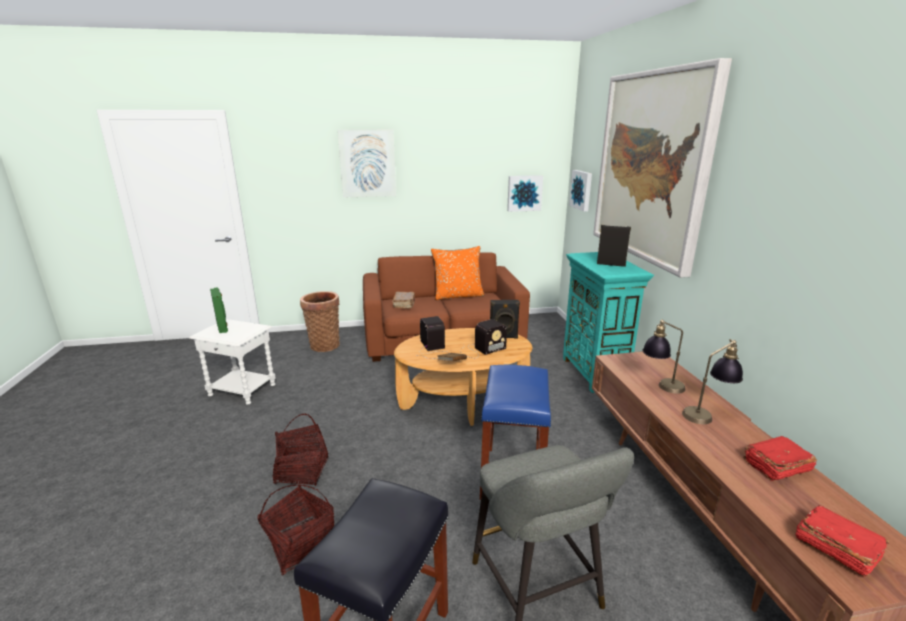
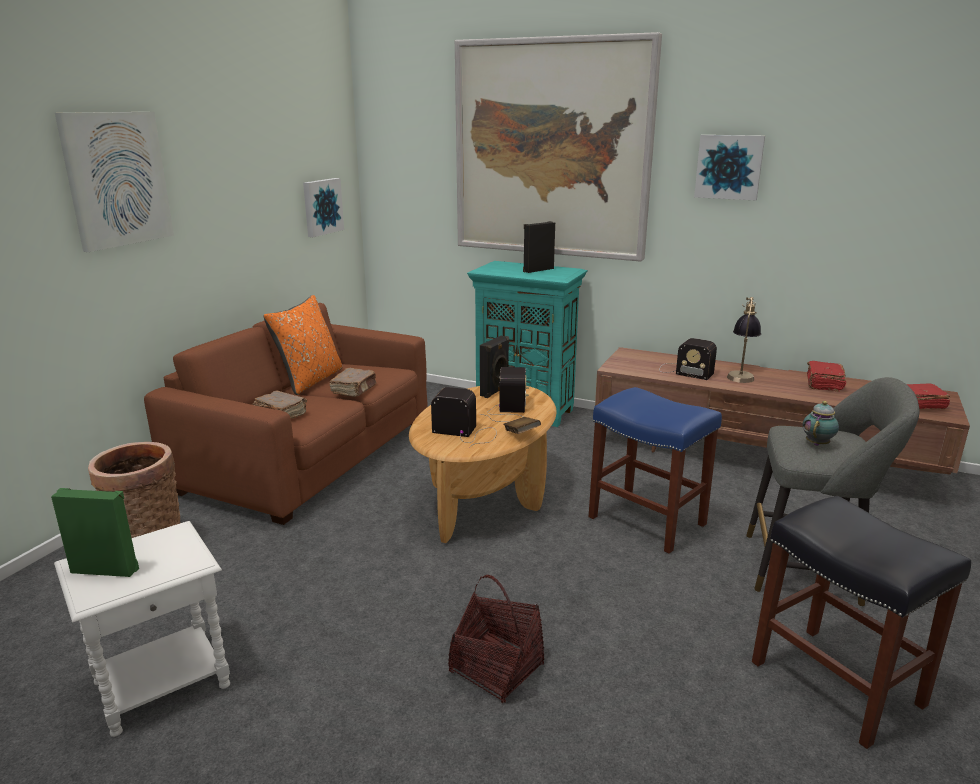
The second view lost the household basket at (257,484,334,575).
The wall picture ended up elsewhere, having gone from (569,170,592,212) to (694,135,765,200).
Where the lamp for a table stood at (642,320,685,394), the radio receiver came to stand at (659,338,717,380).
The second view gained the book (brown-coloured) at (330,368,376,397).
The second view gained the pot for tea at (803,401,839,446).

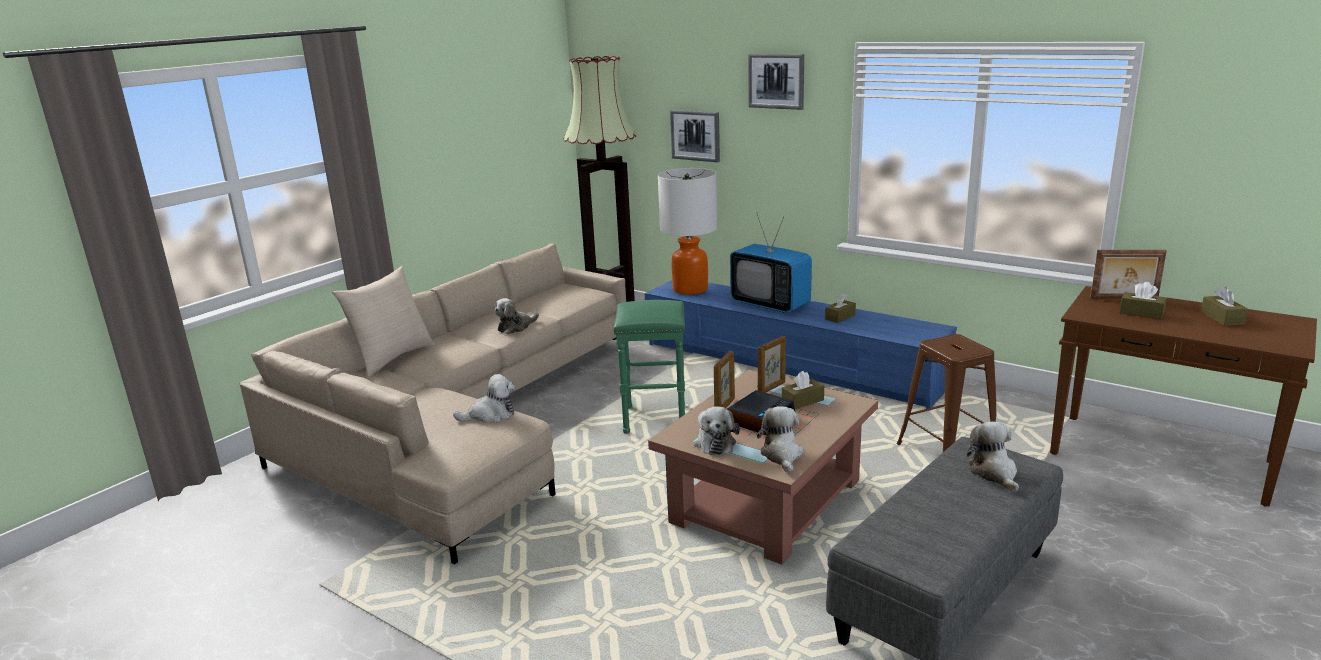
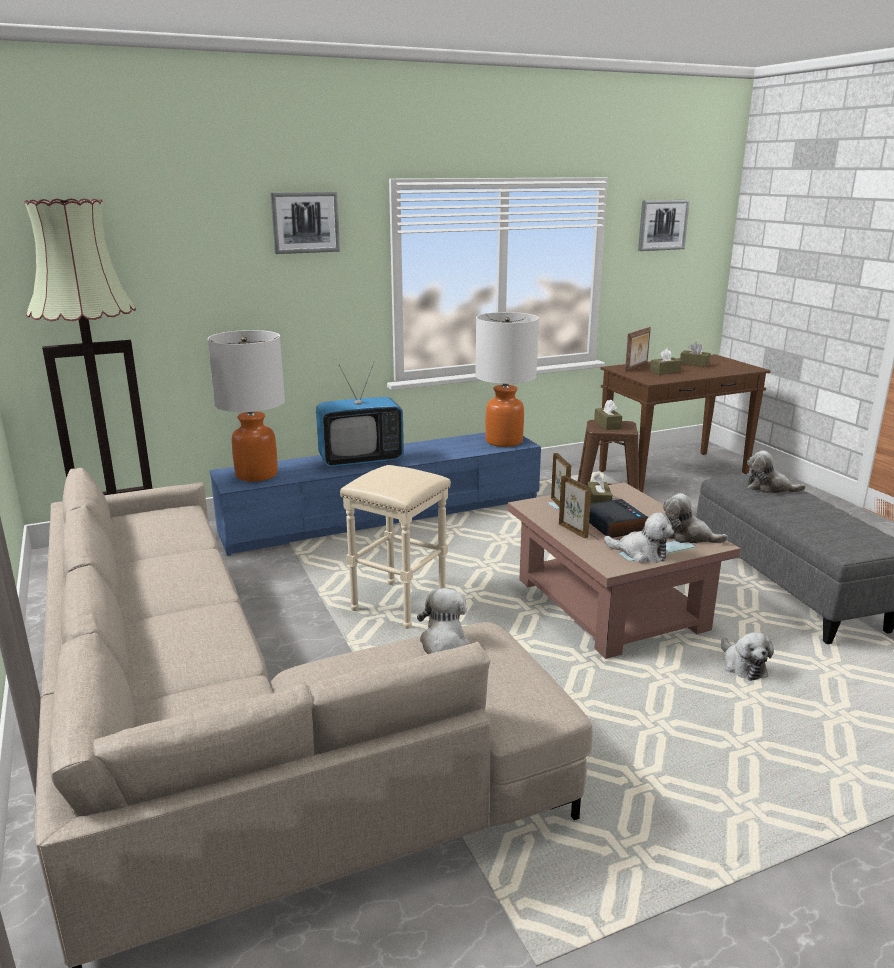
The second view lost the throw pillow (beige) at (332,266,434,377).
The soft toy ended up elsewhere, having gone from (495,298,539,334) to (721,632,774,681).
What was the stool (green) at (614,300,685,434) turned into the stool (beige) at (340,465,451,629).
The wall picture ended up elsewhere, having gone from (670,110,720,162) to (638,200,690,251).
The box of tissues (brown-coloured) ended up elsewhere, having gone from (825,293,856,323) to (594,399,622,430).
The second view gained the lamp for a table at (475,312,539,447).

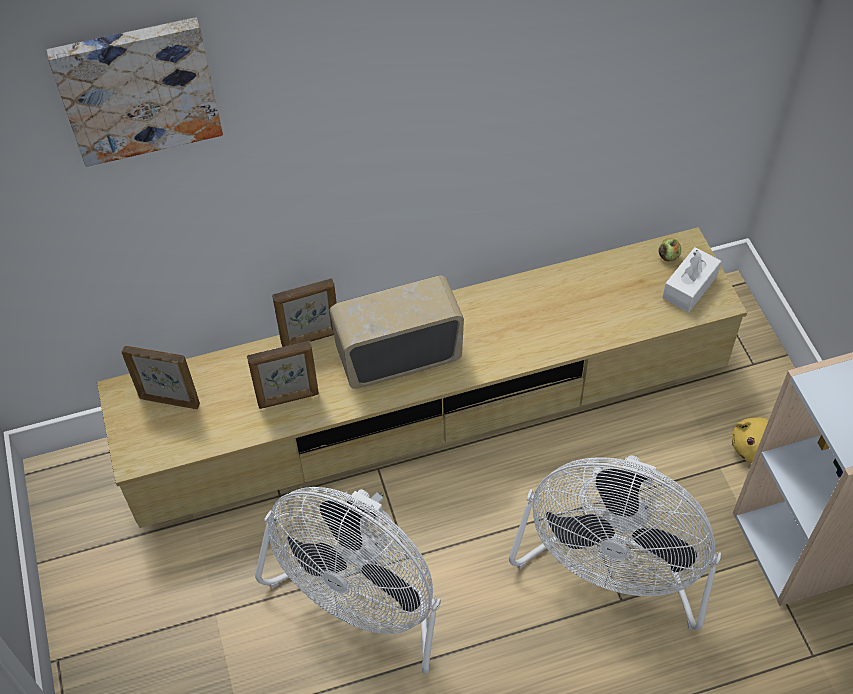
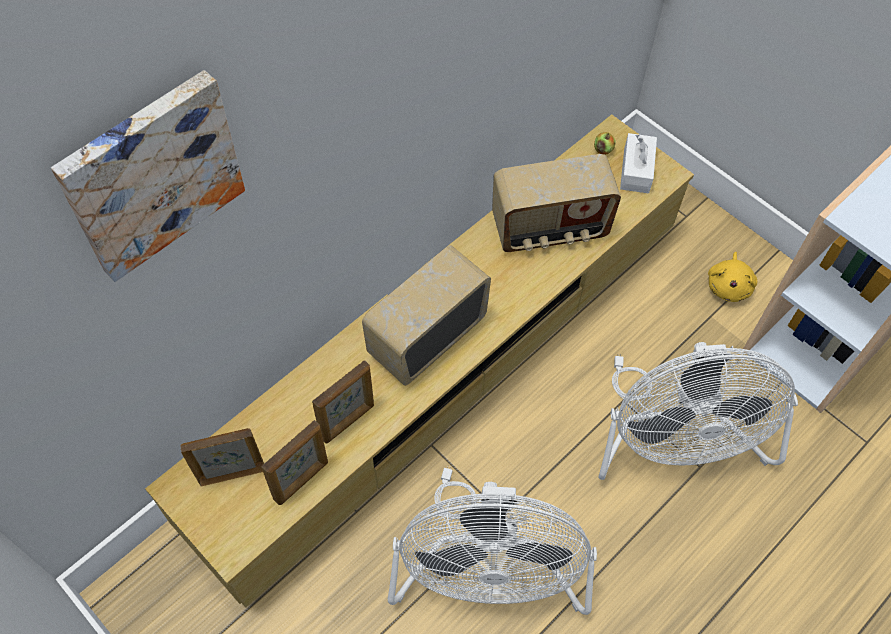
The picture frame ended up elsewhere, having gone from (272,278,337,347) to (261,420,328,505).
The second view gained the radio receiver at (492,154,621,252).

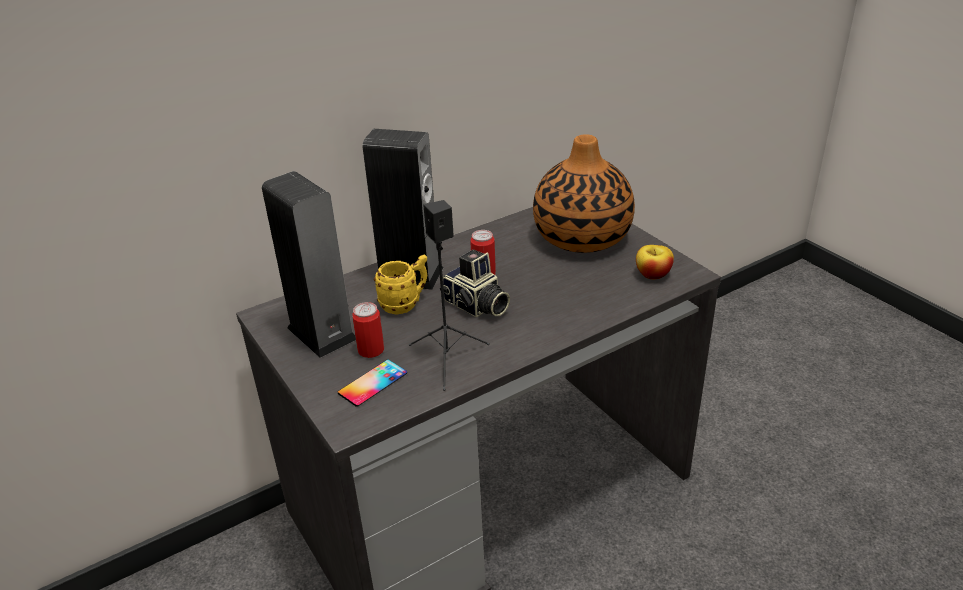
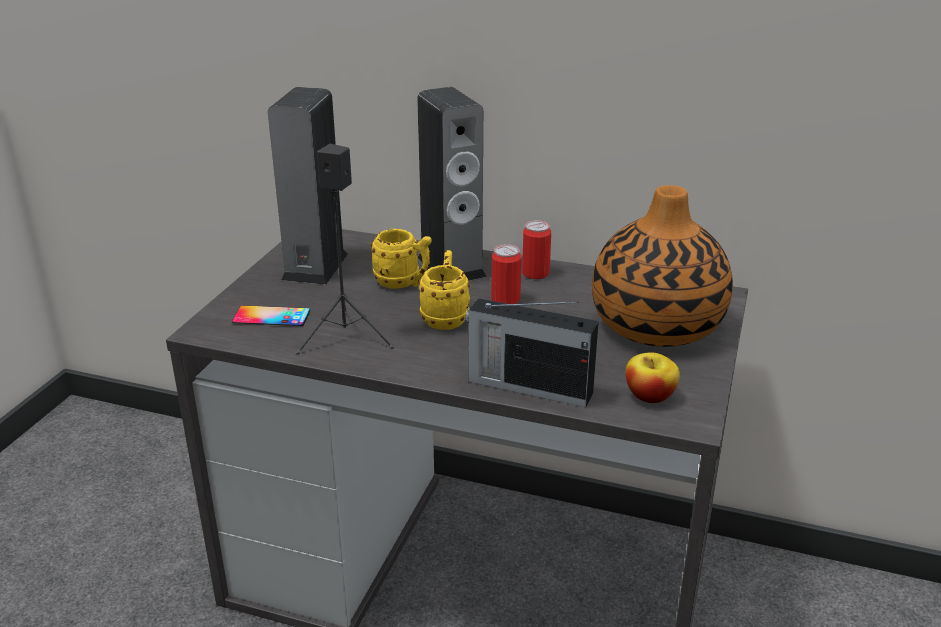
The sealed can ended up elsewhere, having gone from (352,302,384,358) to (522,221,551,279).
Where the still camera stood at (440,249,510,317), the tea mug (yellow) came to stand at (418,250,470,330).
The second view gained the radio receiver at (465,298,599,407).

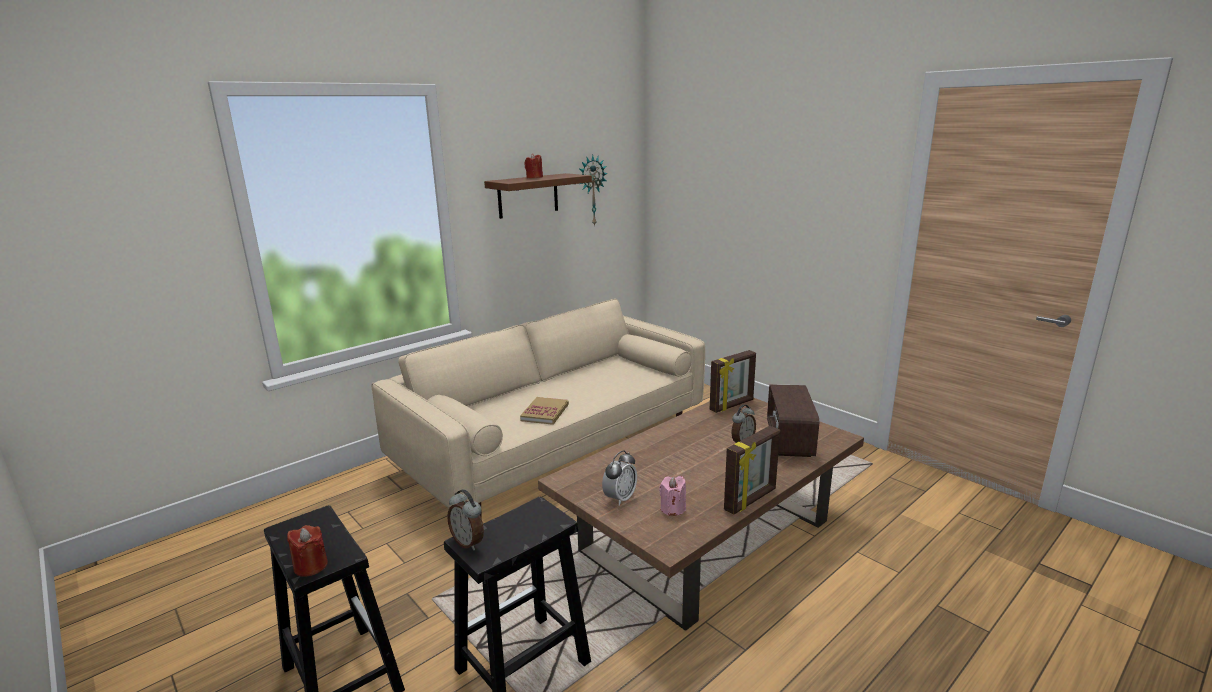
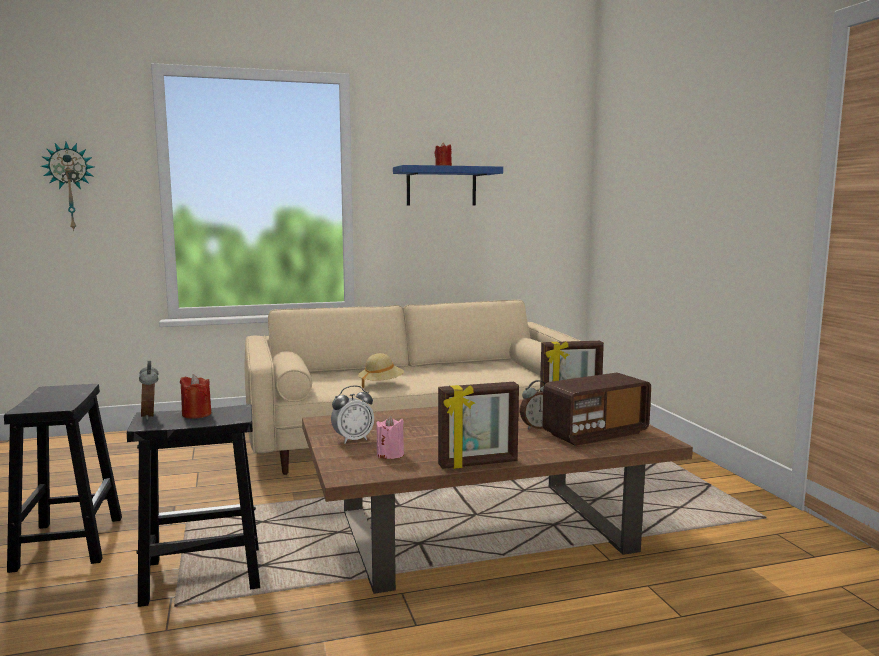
The wax candle (red) ended up elsewhere, having gone from (287,525,328,577) to (180,375,211,419).
What was the shelf (brown-coloured) at (484,173,592,219) turned into the shelf (blue) at (393,165,503,205).
Where the book stood at (520,397,569,425), the hat (beige) came to stand at (358,353,404,389).
The wall clock ended up elsewhere, having gone from (579,155,608,227) to (41,142,94,232).
The radio receiver at (767,384,819,457) ended up facing another way, 150 degrees counterclockwise from before.

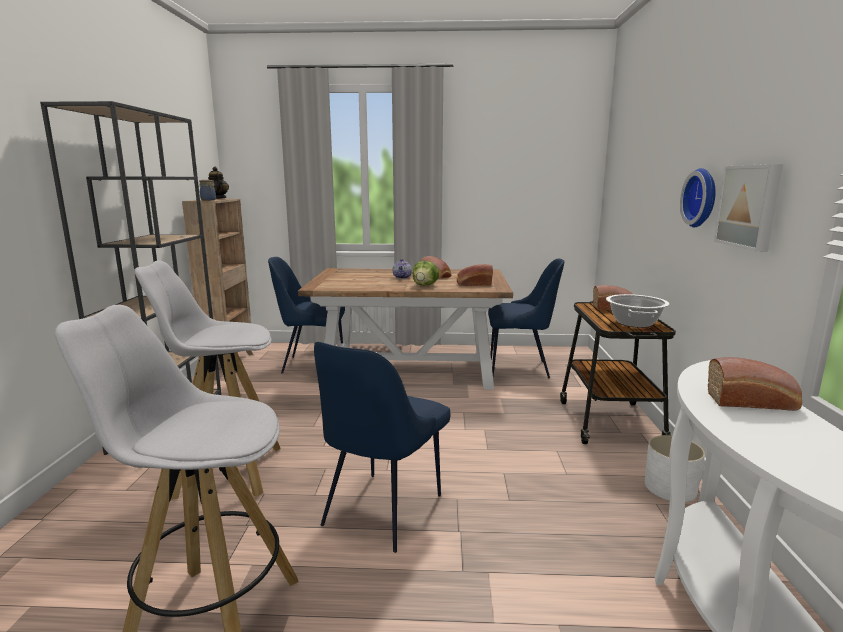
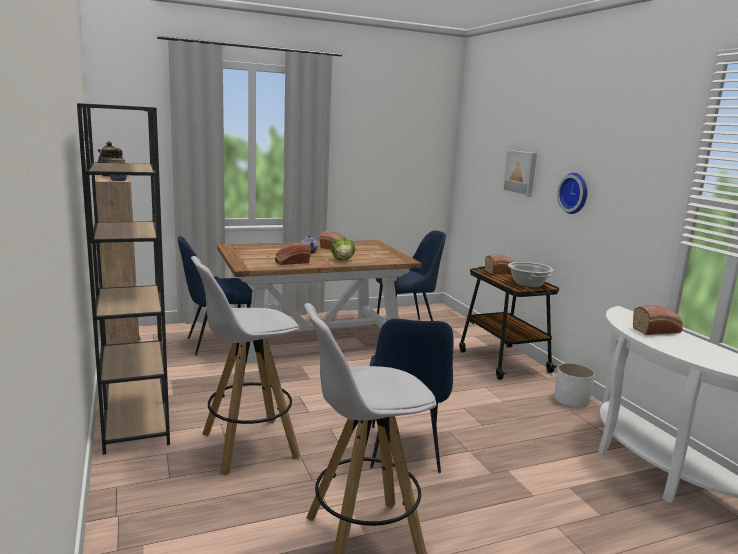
The bread ended up elsewhere, having gone from (457,264,493,286) to (275,243,311,265).
The wall picture ended up elsewhere, having gone from (714,164,783,252) to (502,150,537,197).

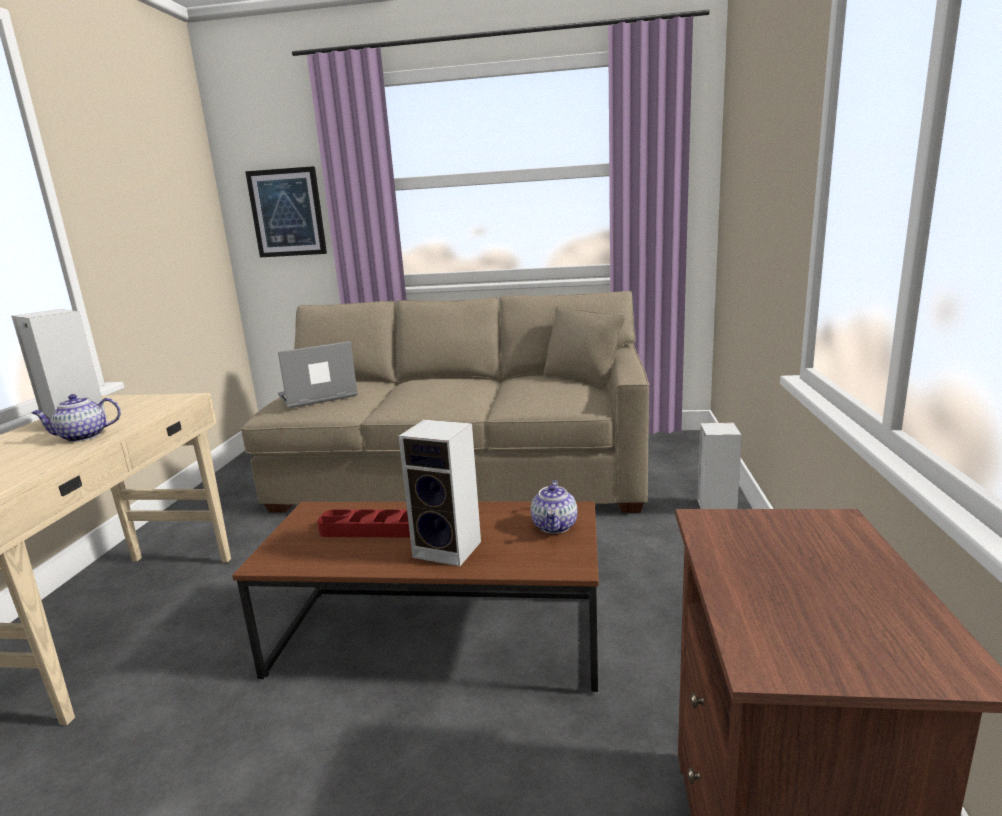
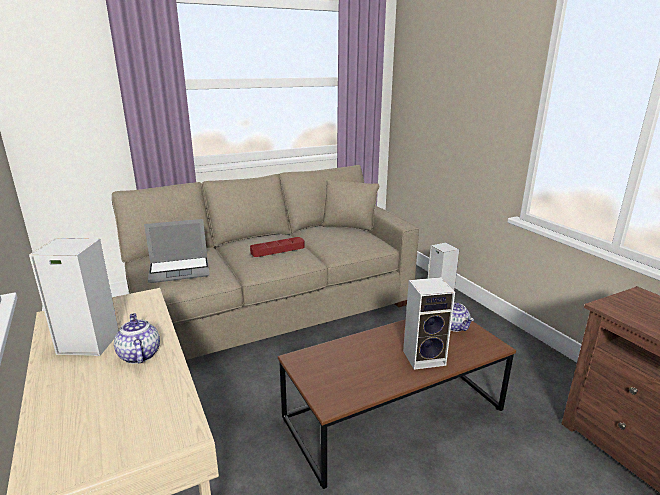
The pot for tea at (31,394,121,442) ended up facing another way, 120 degrees clockwise from before.
The second view lost the wall picture at (245,166,327,257).
The notebook computer at (278,341,358,408) ended up facing another way, 135 degrees counterclockwise from before.
The tray (red) ended up elsewhere, having gone from (317,509,410,538) to (250,237,305,257).

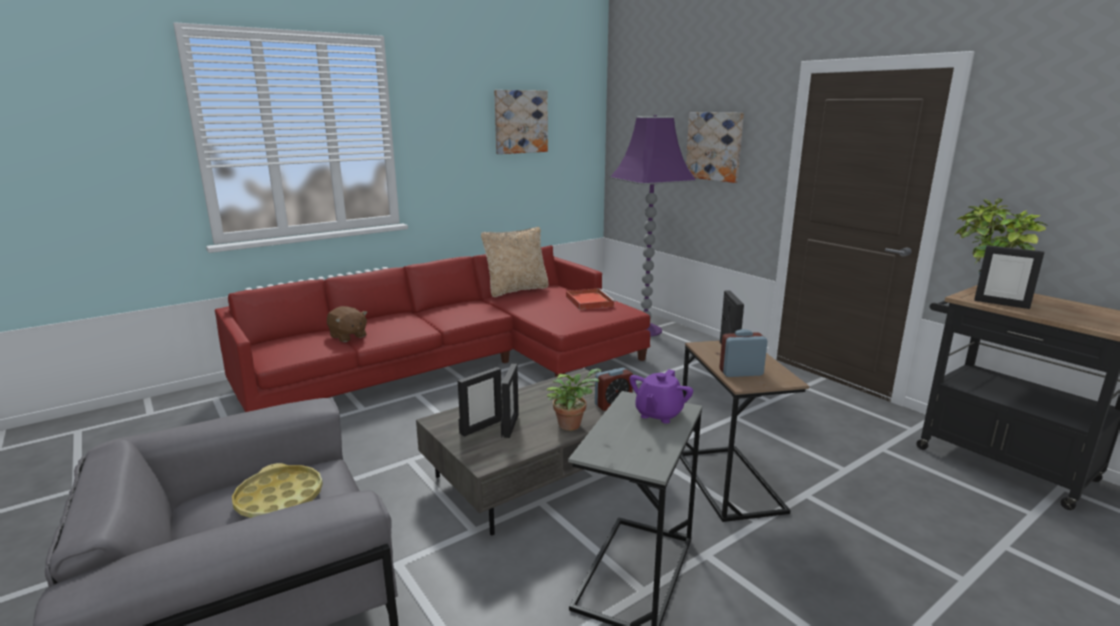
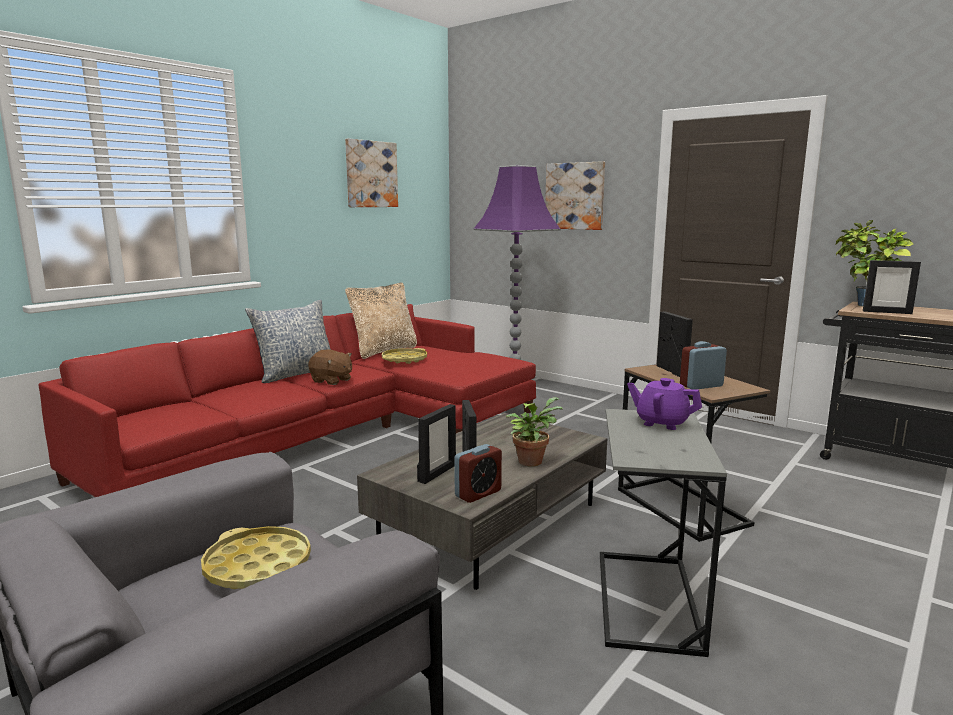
The soft toy (brown-coloured) ended up elsewhere, having gone from (327,306,368,342) to (308,350,352,385).
The second view lost the tray (red) at (566,288,616,310).
The table clock ended up elsewhere, having gone from (595,368,633,411) to (454,444,502,503).
The pot for tea (purple-coloured) at (629,369,693,424) ended up facing another way, 105 degrees clockwise from before.
The second view gained the throw pillow at (245,299,331,383).
The second view gained the tray (yellow) at (382,348,427,364).

